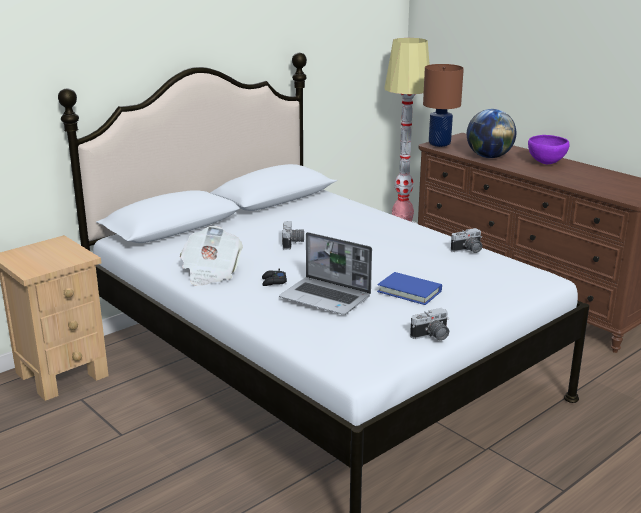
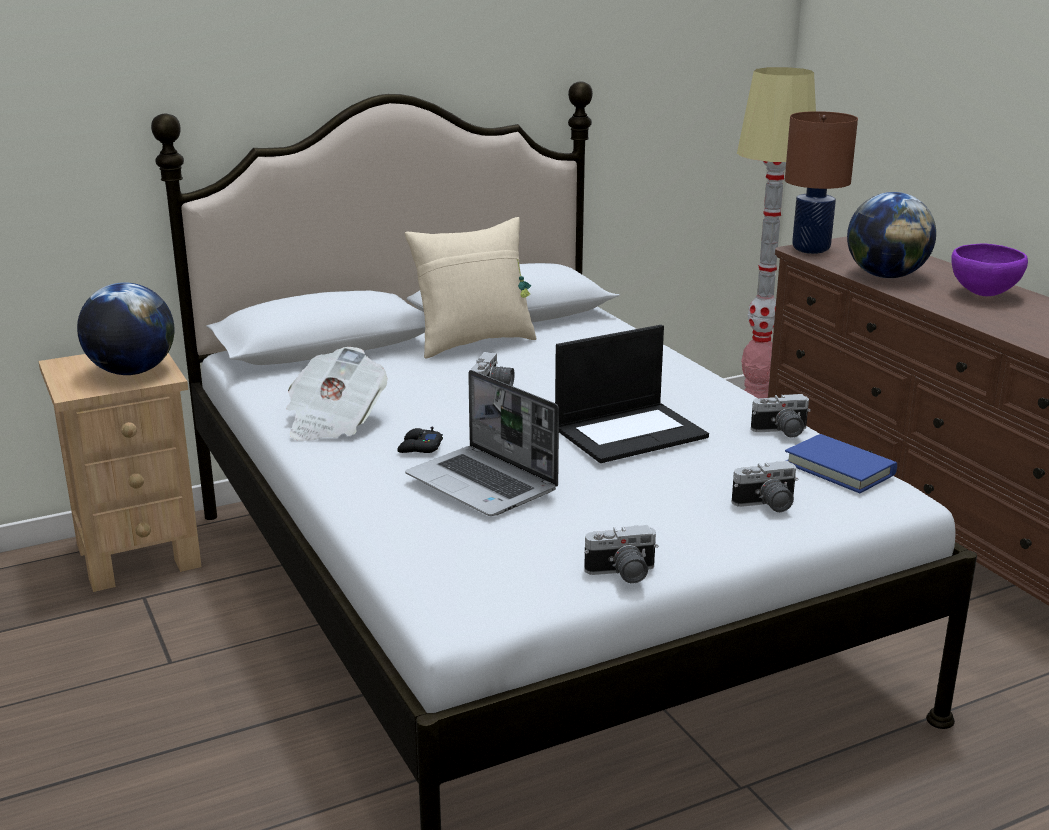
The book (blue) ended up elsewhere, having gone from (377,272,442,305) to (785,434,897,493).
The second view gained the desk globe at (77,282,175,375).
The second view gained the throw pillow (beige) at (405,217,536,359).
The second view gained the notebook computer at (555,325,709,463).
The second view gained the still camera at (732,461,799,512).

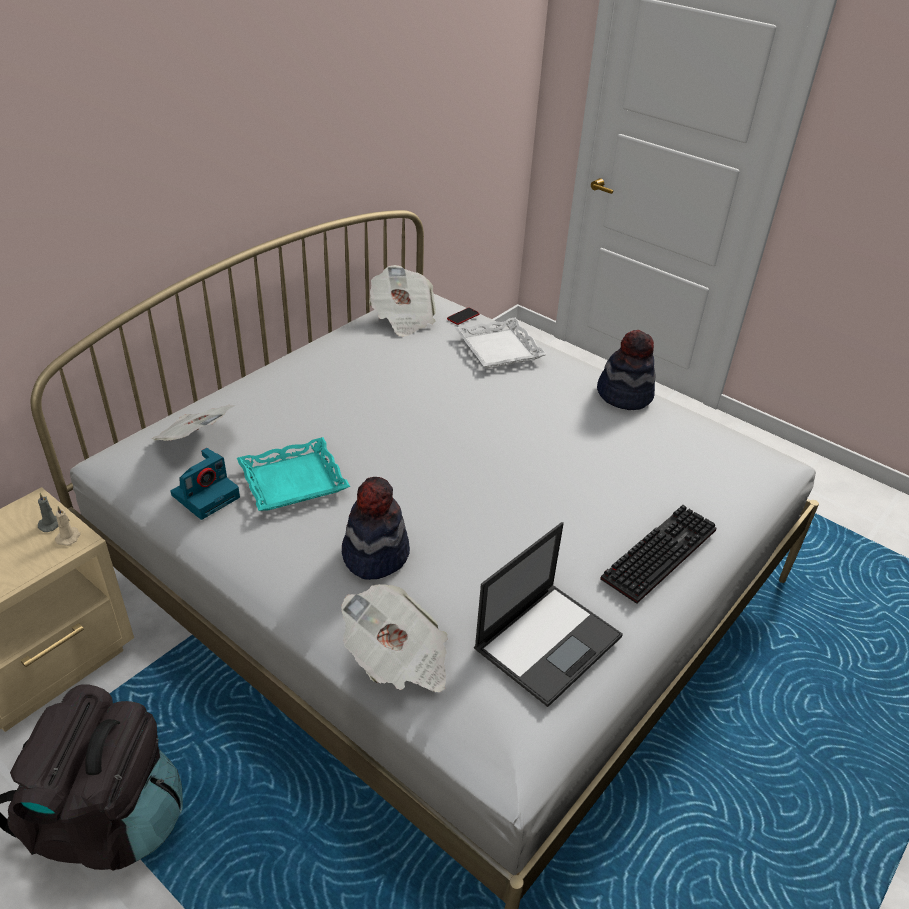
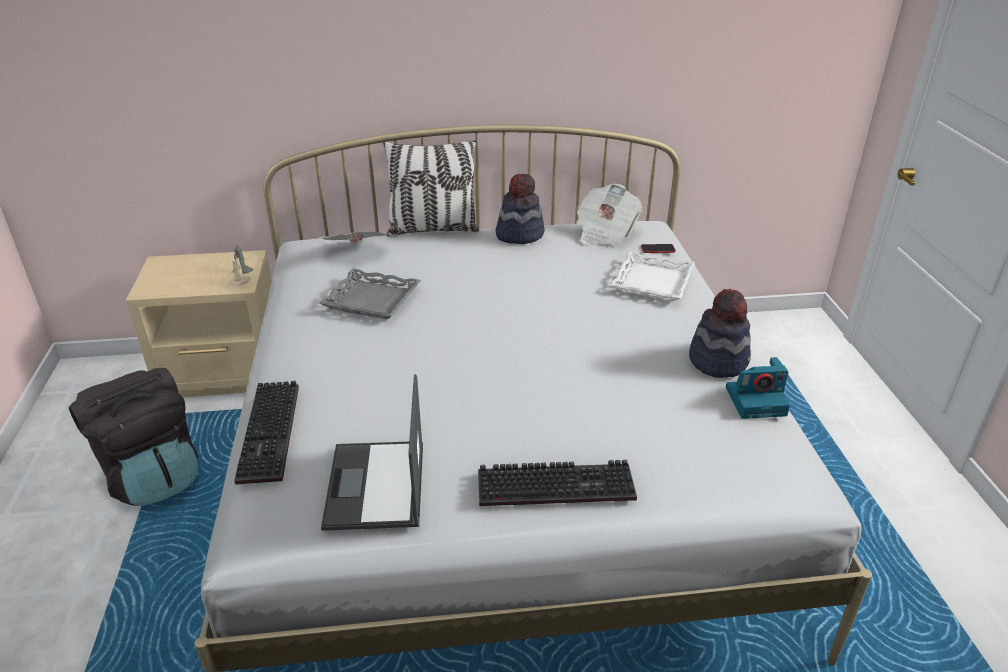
The still camera ended up elsewhere, having gone from (171,448,240,520) to (726,357,790,419).
What was the tray (blue-green) at (237,437,350,511) turned into the tray (grey) at (319,269,421,319).
Where the daily paper stood at (341,584,448,692), the PC keyboard came to stand at (234,381,299,485).
The hat ended up elsewhere, having gone from (342,477,410,580) to (495,174,545,244).
The notebook computer at (474,522,623,707) ended up facing another way, 90 degrees clockwise from before.
The second view gained the throw pillow at (383,140,479,236).

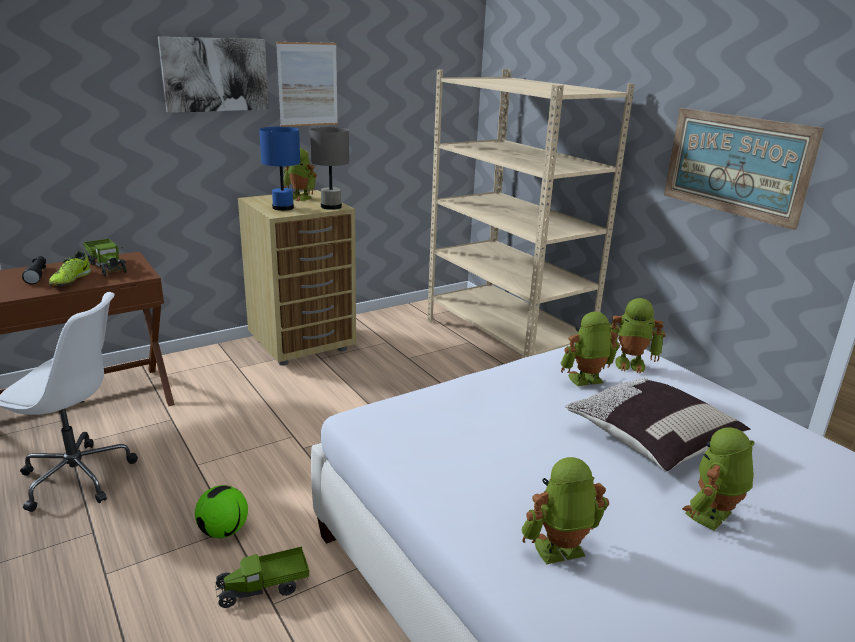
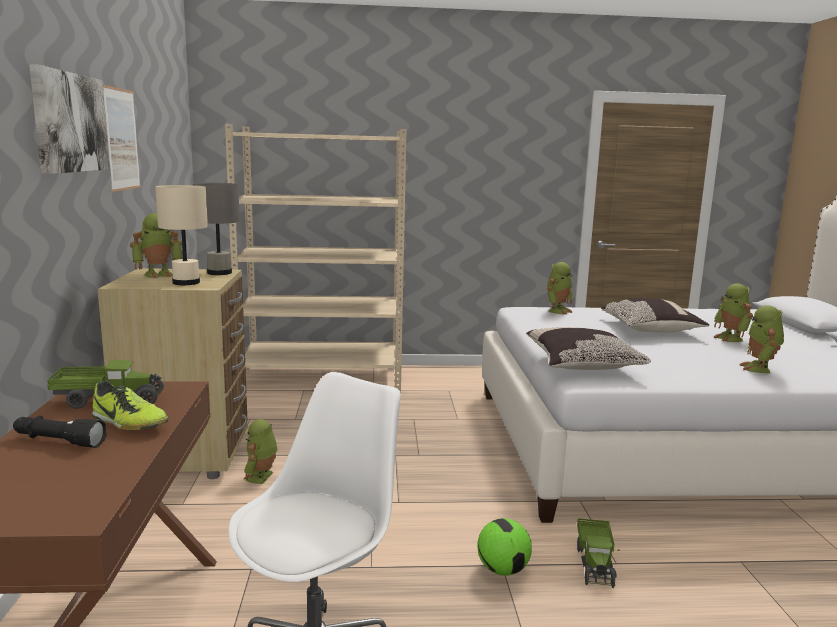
What was the lamp for a table (blue) at (259,127,300,211) turned into the lamp for a table (beige) at (155,185,208,285).
The toy robot ended up elsewhere, having gone from (561,312,620,386) to (244,419,278,484).
The second view lost the wall picture at (664,108,824,230).
The second view gained the throw pillow at (526,327,651,370).

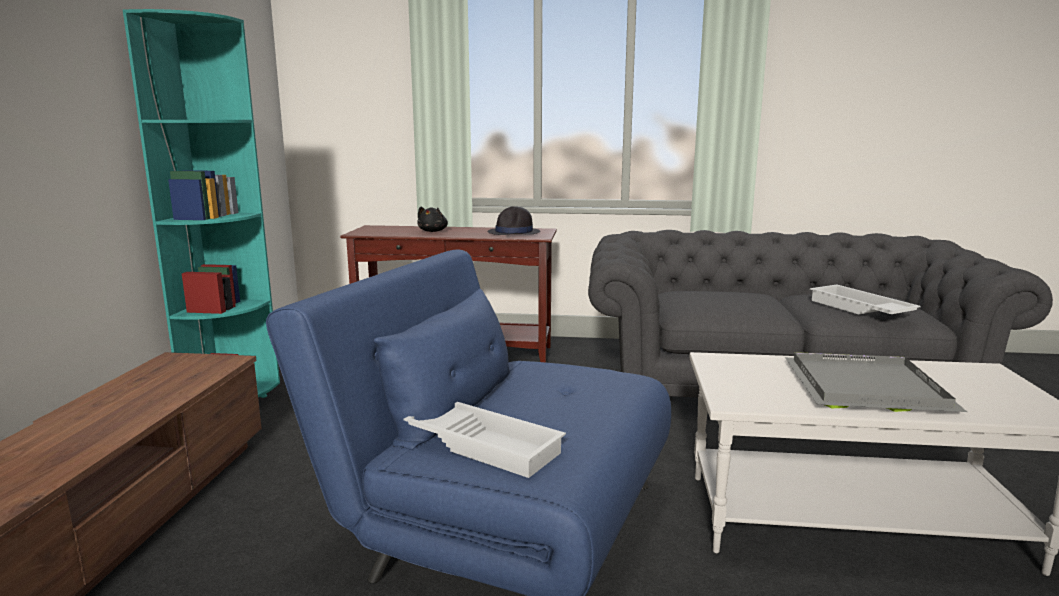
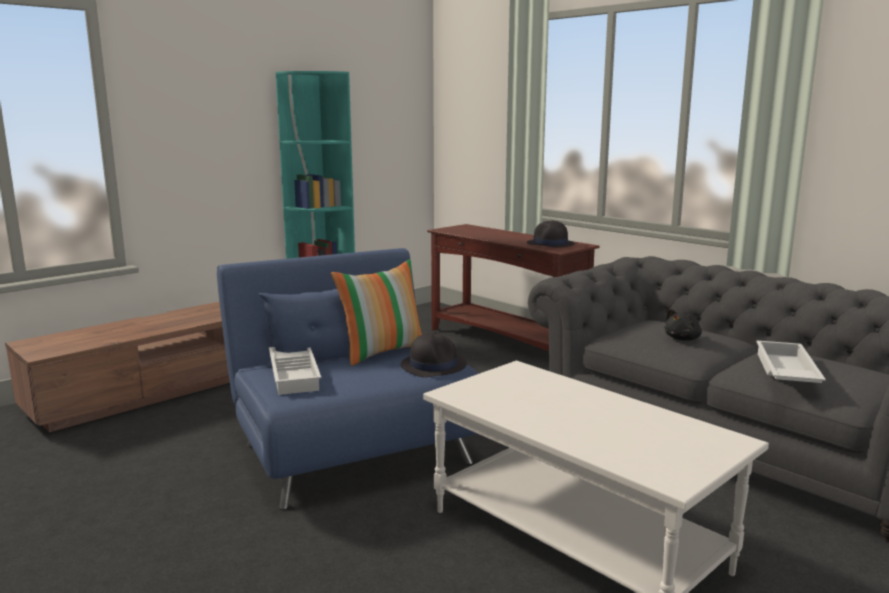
The soft toy (blackish) ended up elsewhere, having gone from (417,207,448,232) to (664,309,702,340).
The second view lost the tray (grey) at (785,352,967,412).
The second view gained the throw pillow at (331,260,422,366).
The second view gained the hat (blackish) at (400,332,467,377).

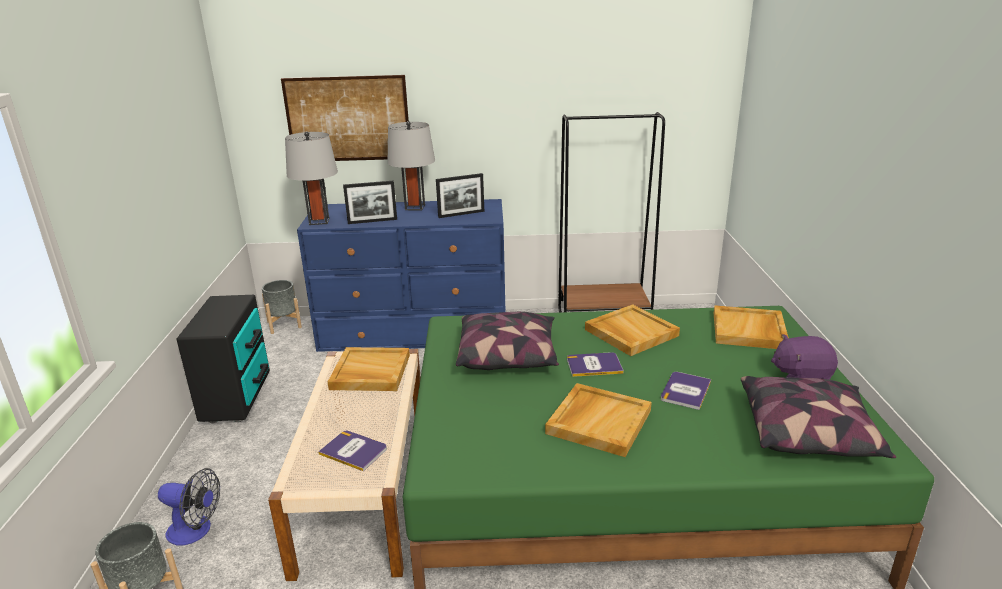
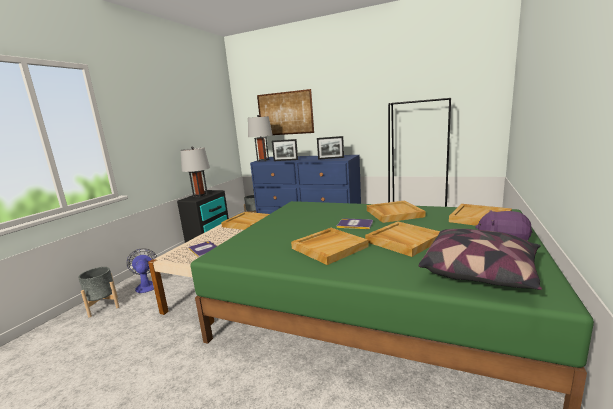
The fan at (158,468,220,546) ended up facing another way, 150 degrees counterclockwise from before.
The lamp for a table (grey) ended up elsewhere, having gone from (388,121,435,210) to (180,146,210,197).
The second view lost the throw pillow at (456,312,559,370).
Where the book stood at (661,372,711,410), the tray (beige) came to stand at (365,221,440,257).

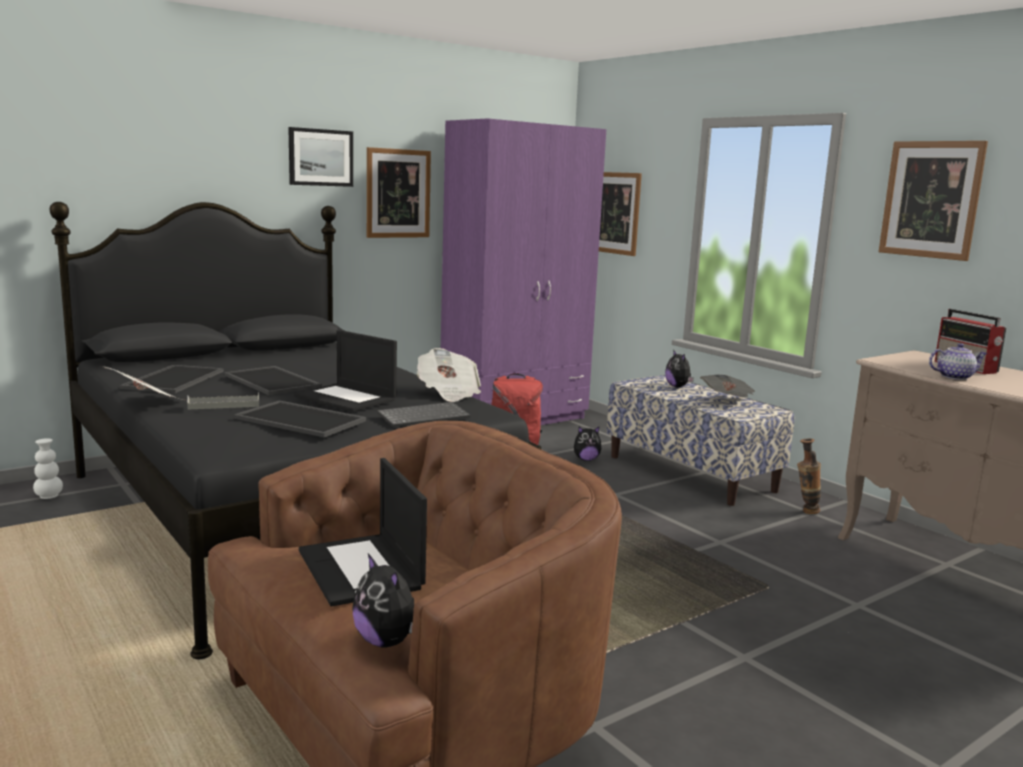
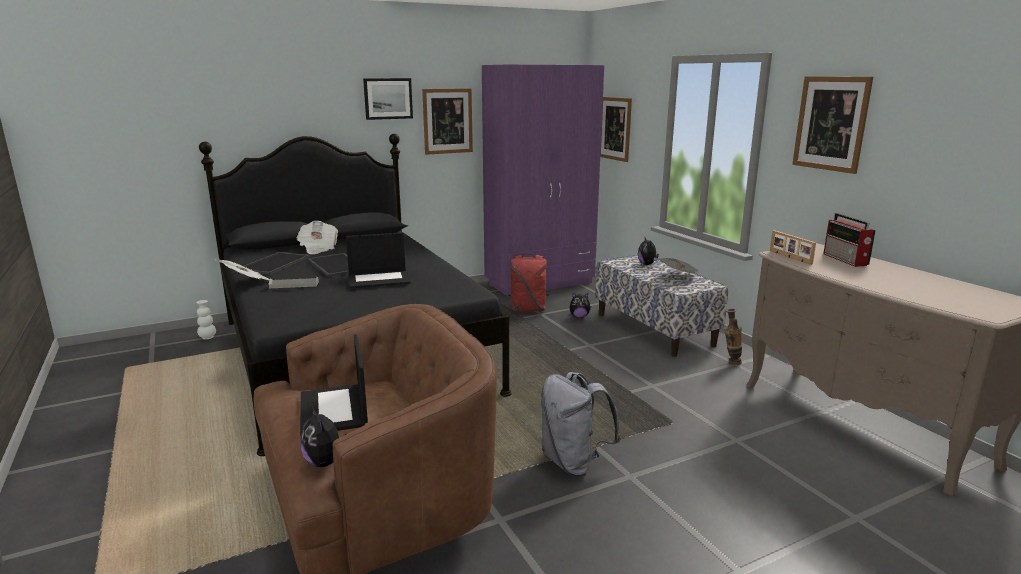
The second view lost the tray at (234,401,366,437).
The notebook computer at (294,330,397,412) ended up facing another way, 60 degrees counterclockwise from before.
The second view lost the PC keyboard at (377,402,470,427).
The daily paper ended up elsewhere, having gone from (417,348,481,402) to (296,221,338,254).
The second view lost the pot for tea at (929,343,988,380).
The second view gained the backpack (grey) at (541,372,621,477).
The second view gained the picture frame at (770,230,816,265).

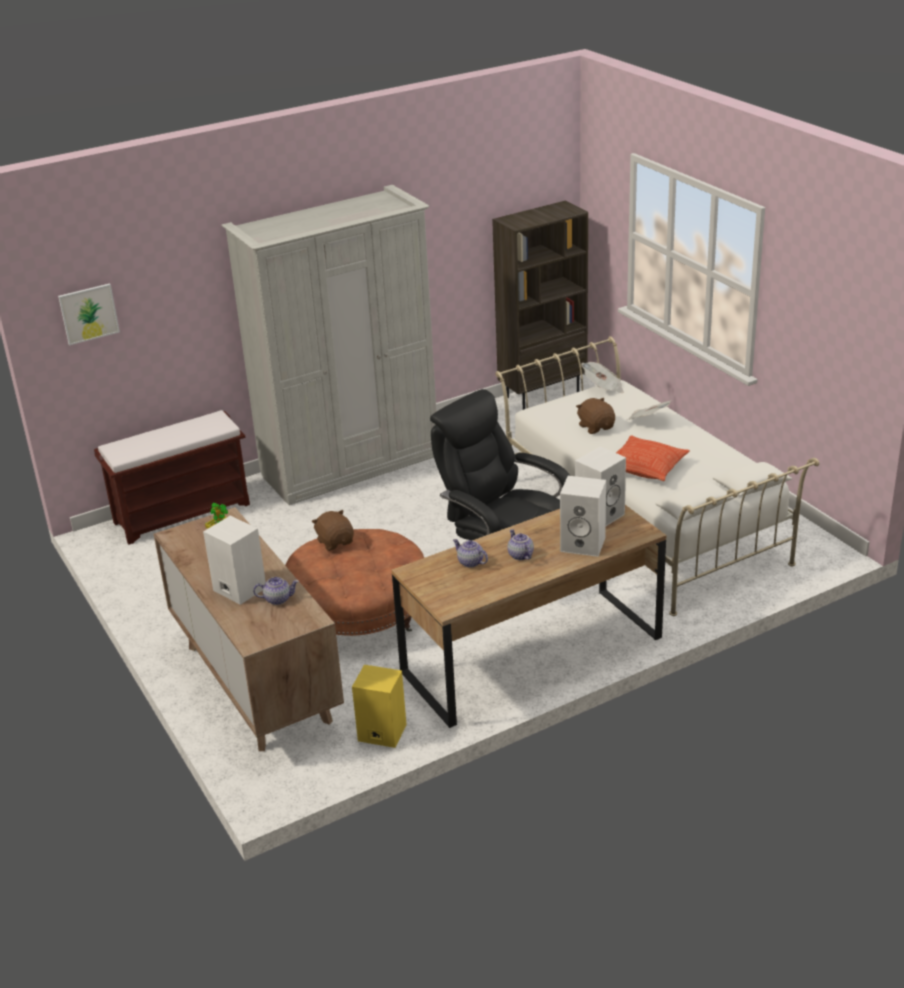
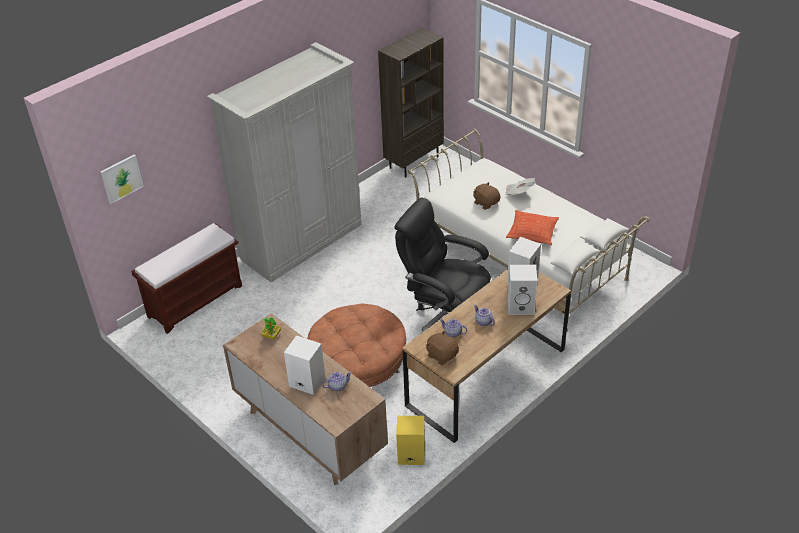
The soft toy (brown-coloured) ended up elsewhere, having gone from (312,510,354,551) to (426,331,459,365).
The second view lost the daily paper at (581,362,624,393).

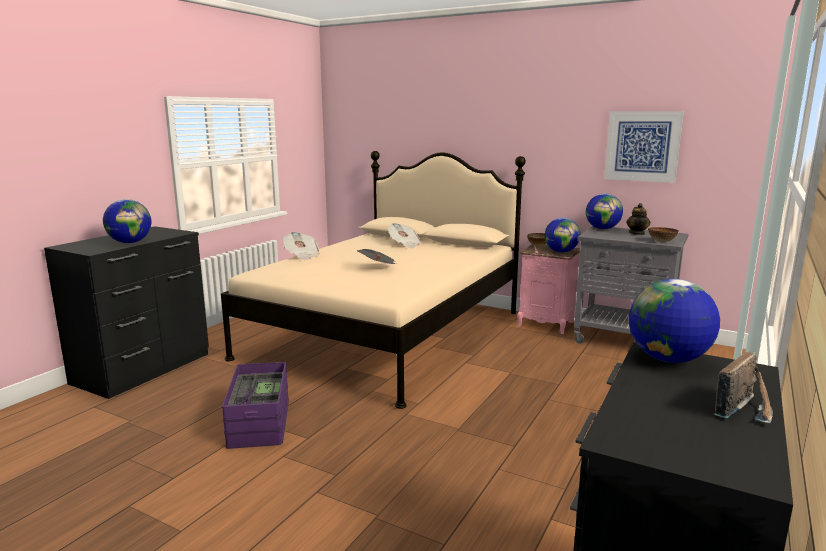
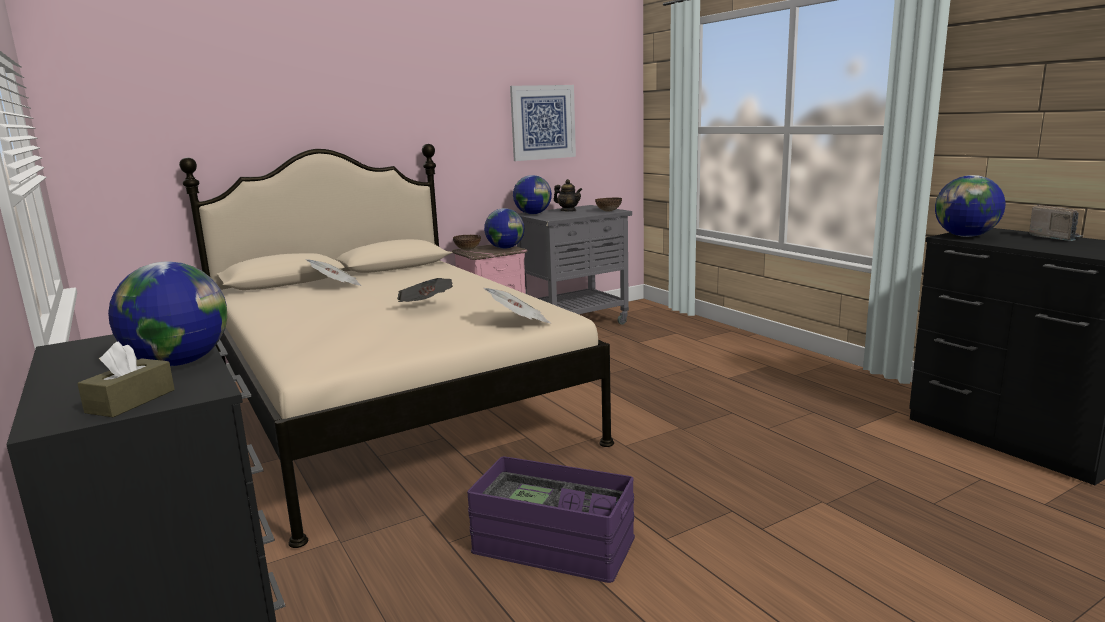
The daily paper ended up elsewhere, having gone from (283,232,320,260) to (483,288,551,323).
The second view gained the box of tissues (brown-coloured) at (77,341,175,417).

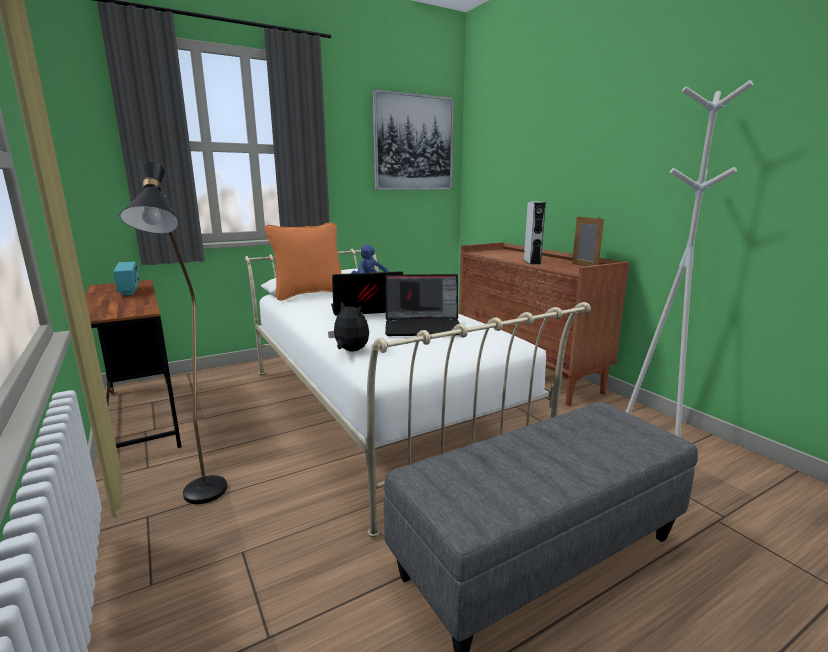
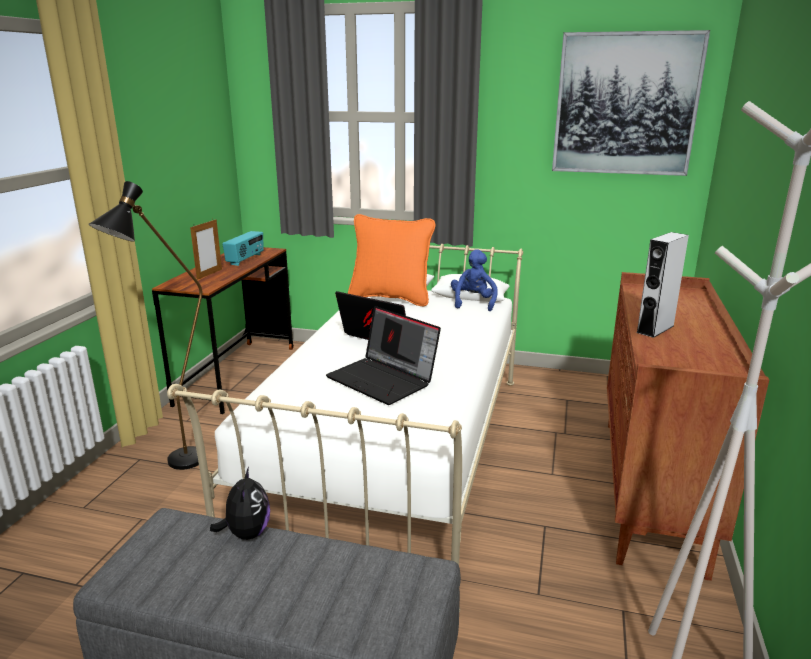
The soft toy ended up elsewhere, having gone from (328,301,369,351) to (210,467,270,540).
The picture frame ended up elsewhere, having gone from (572,215,604,267) to (190,219,222,280).

